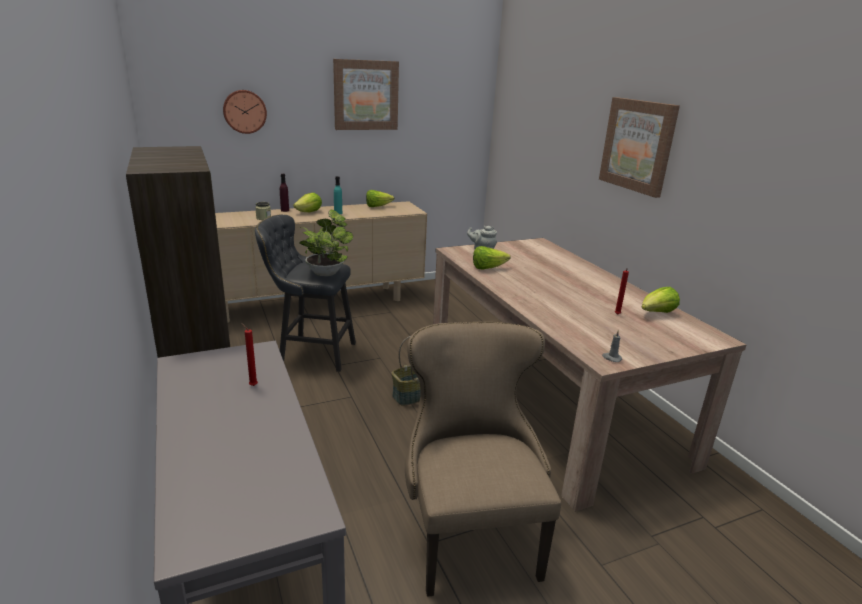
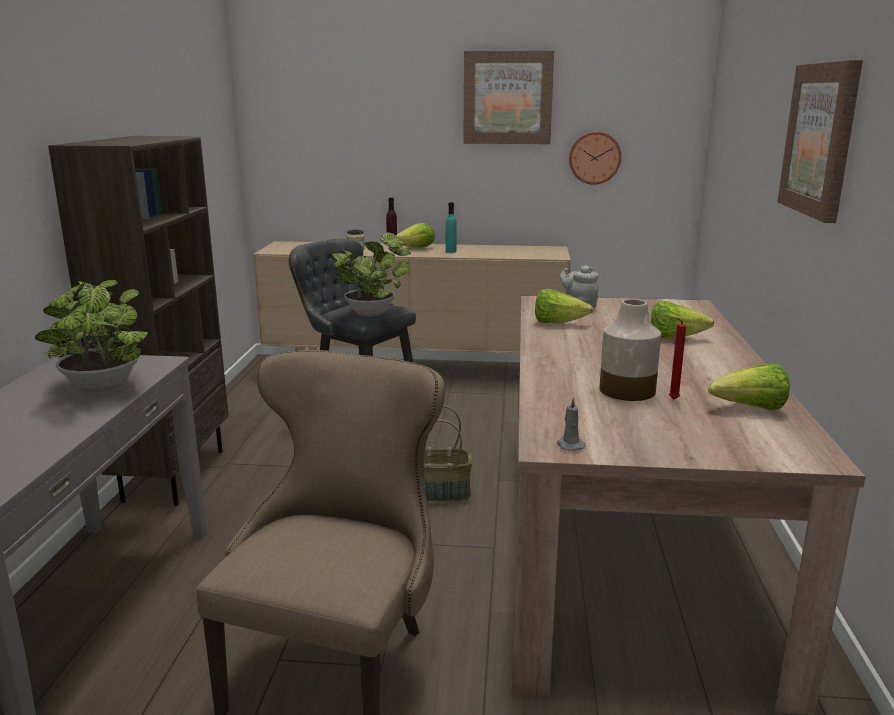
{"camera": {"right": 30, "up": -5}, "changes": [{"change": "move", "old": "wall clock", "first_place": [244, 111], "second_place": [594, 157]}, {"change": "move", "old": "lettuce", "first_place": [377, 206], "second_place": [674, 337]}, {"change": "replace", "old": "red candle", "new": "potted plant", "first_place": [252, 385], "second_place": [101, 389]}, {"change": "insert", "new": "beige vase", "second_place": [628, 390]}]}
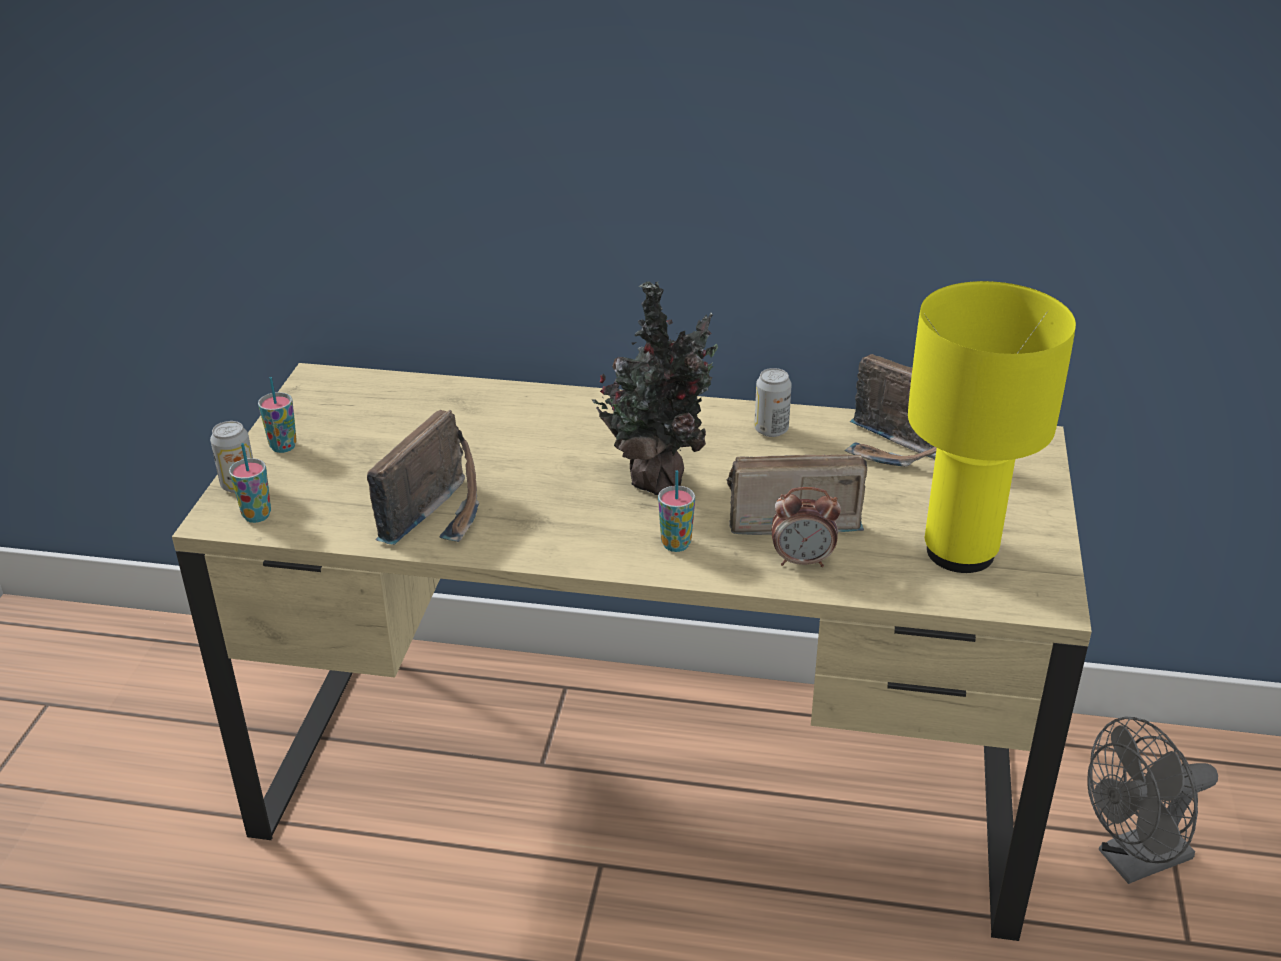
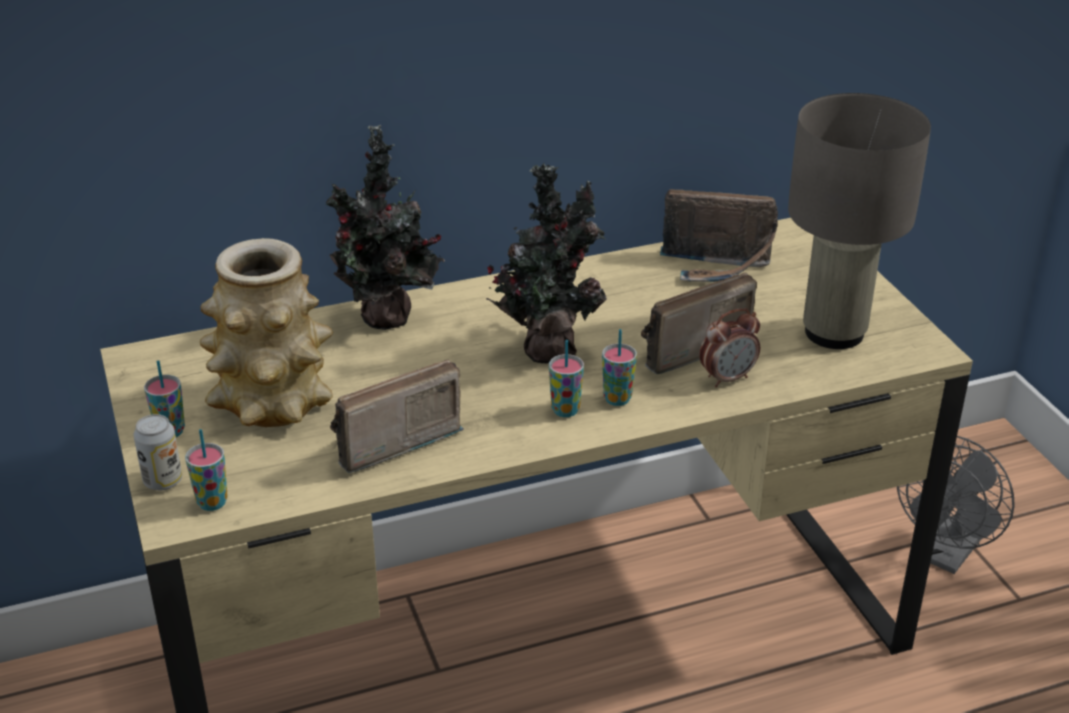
{"camera": {"right": -30, "up": 0}, "changes": [{"change": "recolor", "old": "yellow table lamp", "new": "grey table lamp", "first_place": [958, 553], "second_place": [833, 333]}, {"change": "delete", "old": "can", "first_place": [771, 430]}, {"change": "rotate", "old": "radio", "first_place": [440, 513], "second_place": [388, 441], "degrees": -120}, {"change": "insert", "new": "potted plant", "second_place": [386, 320]}, {"change": "insert", "new": "vase", "second_place": [273, 403]}, {"change": "insert", "new": "cup", "second_place": [565, 410]}]}
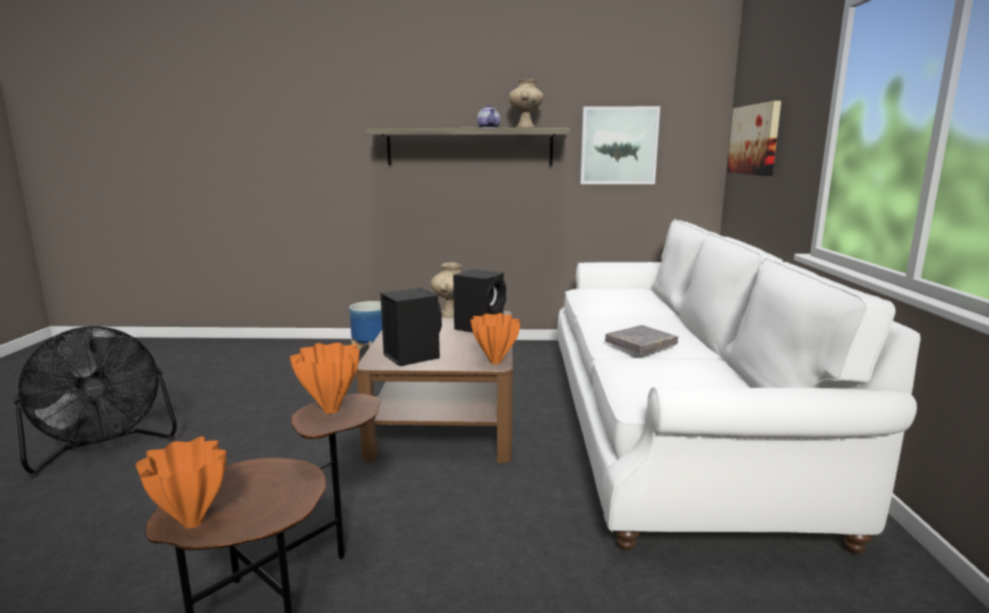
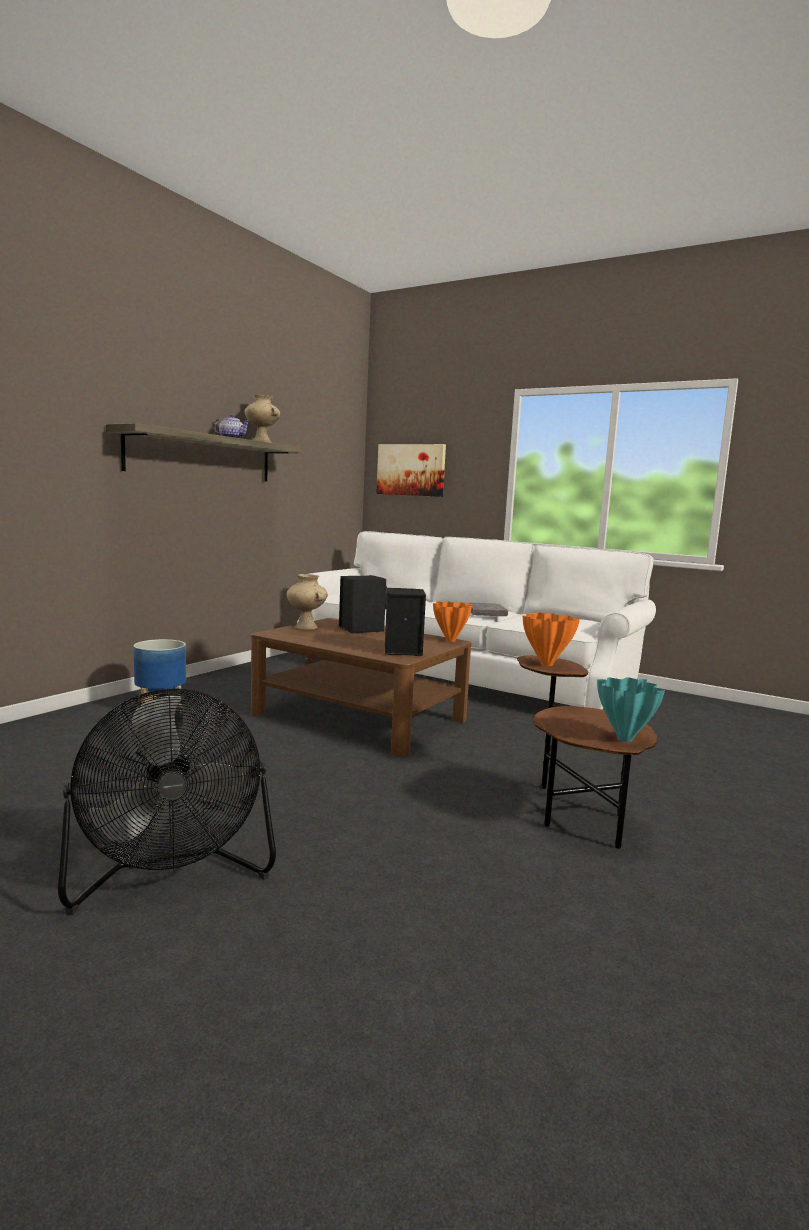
{"camera": {"right": -60, "up": -5}, "changes": [{"change": "delete", "old": "picture", "first_place": [618, 146]}, {"change": "rotate", "old": "black fan", "first_place": [98, 449], "second_place": [163, 875], "degrees": 75}, {"change": "recolor", "old": "orange vase", "new": "turquoise vase", "first_place": [191, 522], "second_place": [624, 739]}]}
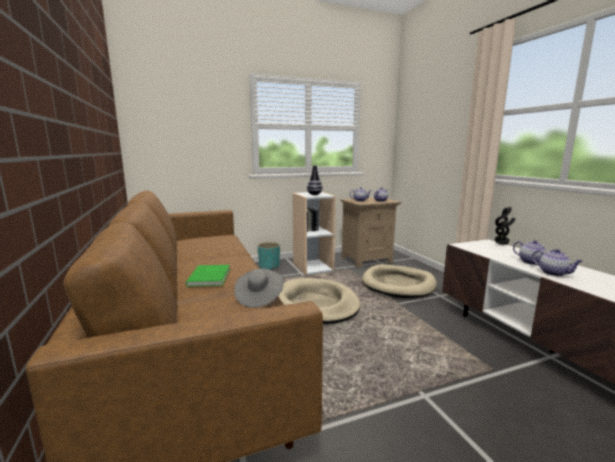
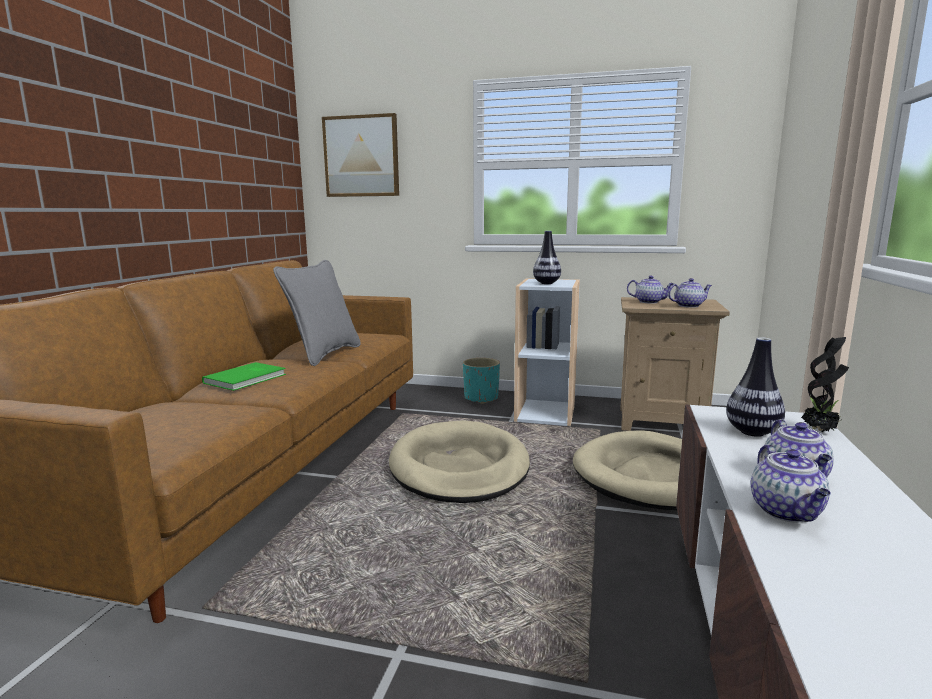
{"camera": {"right": 35, "up": 0}, "changes": [{"change": "delete", "old": "grey hat", "first_place": [259, 297]}, {"change": "insert", "new": "picture", "second_place": [361, 156]}, {"change": "insert", "new": "grey pillow", "second_place": [324, 354]}, {"change": "insert", "new": "vase", "second_place": [752, 432]}]}
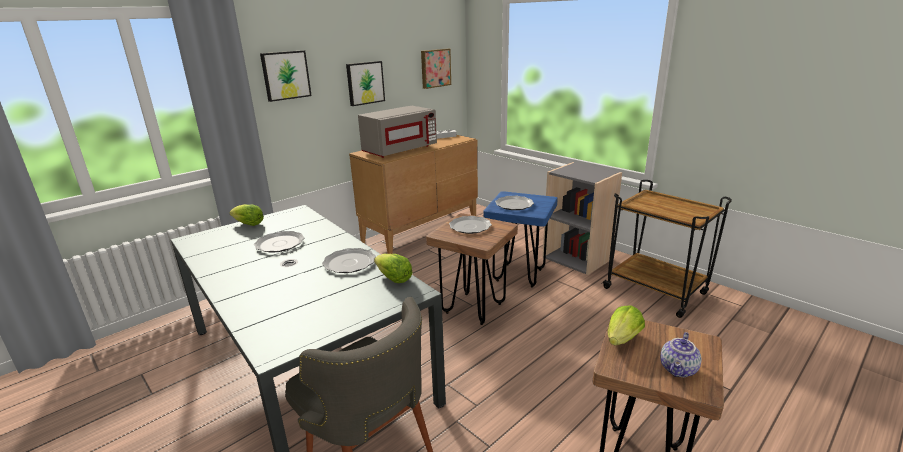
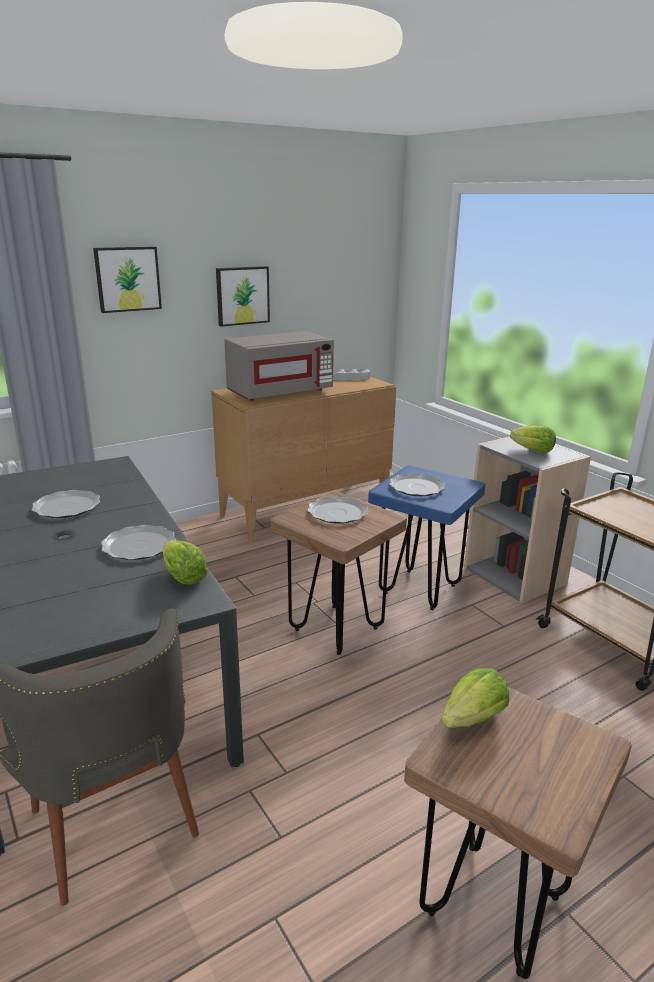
{"camera": {"right": 10, "up": 0}, "changes": [{"change": "delete", "old": "picture", "first_place": [435, 68]}, {"change": "move", "old": "lettuce", "first_place": [249, 224], "second_place": [533, 451]}, {"change": "delete", "old": "teapot", "first_place": [679, 369]}]}
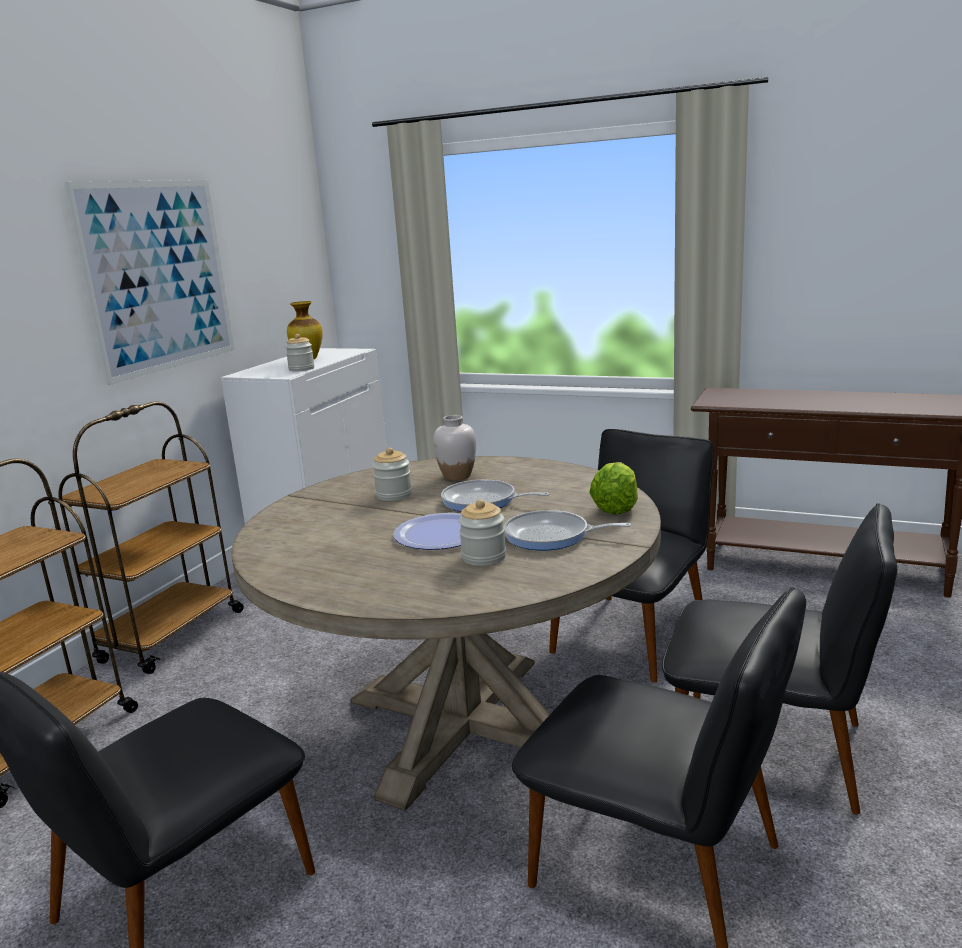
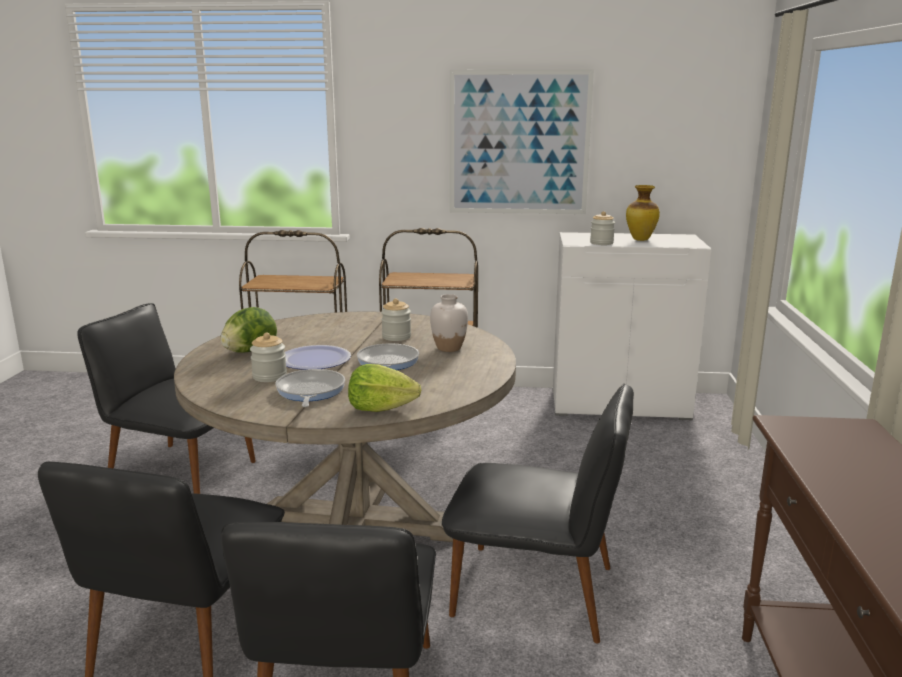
{"camera": {"right": 70, "up": 0}, "changes": [{"change": "insert", "new": "lettuce", "second_place": [249, 351]}]}
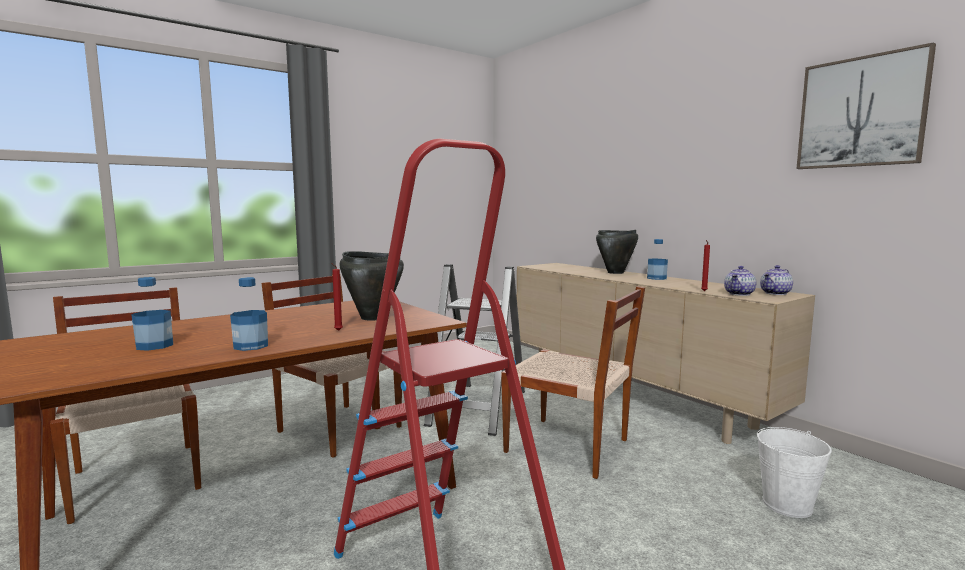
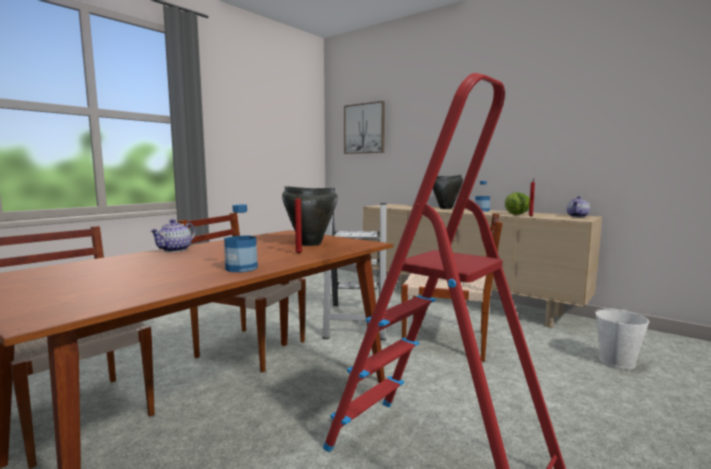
{"camera": {"right": -15, "up": 0}, "changes": [{"change": "move", "old": "picture", "first_place": [861, 112], "second_place": [364, 128]}, {"change": "move", "old": "teapot", "first_place": [740, 294], "second_place": [175, 250]}, {"change": "delete", "old": "bottle", "first_place": [154, 346]}, {"change": "insert", "new": "lettuce", "second_place": [518, 214]}]}
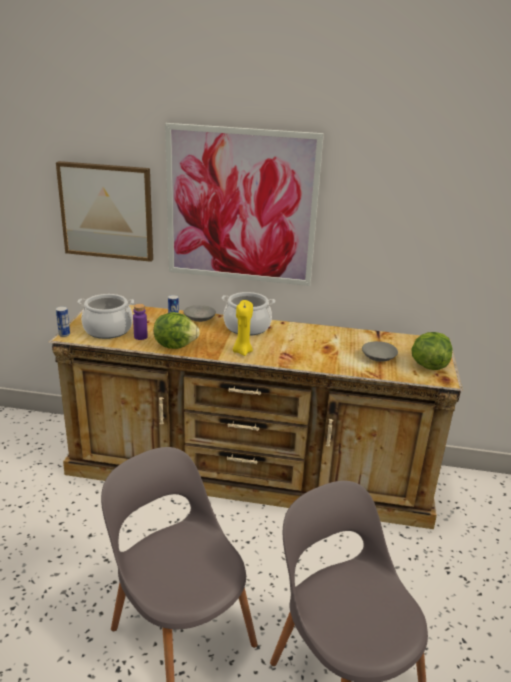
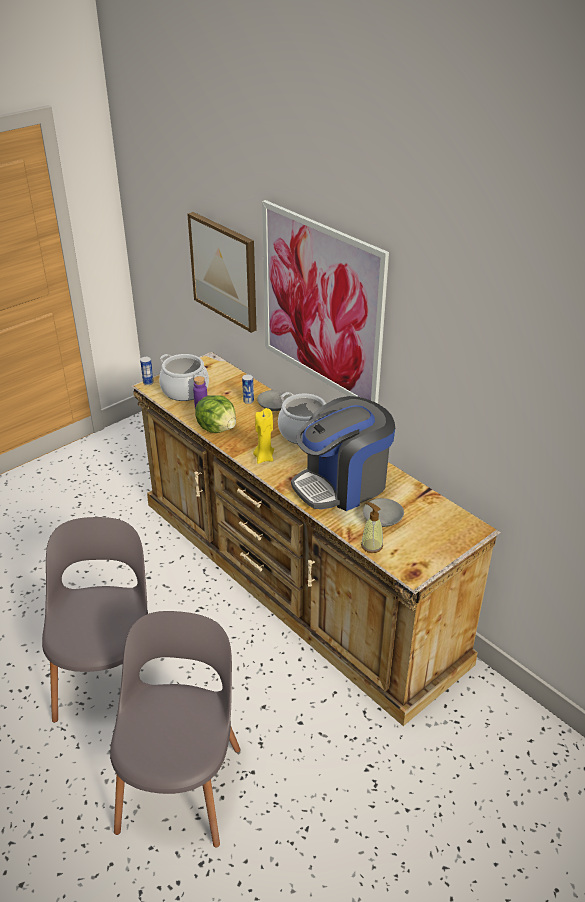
{"camera": {"right": 40, "up": 10}, "changes": [{"change": "delete", "old": "lettuce", "first_place": [428, 366]}, {"change": "insert", "new": "coffee machine", "second_place": [342, 484]}, {"change": "insert", "new": "soap dispenser", "second_place": [371, 546]}]}
